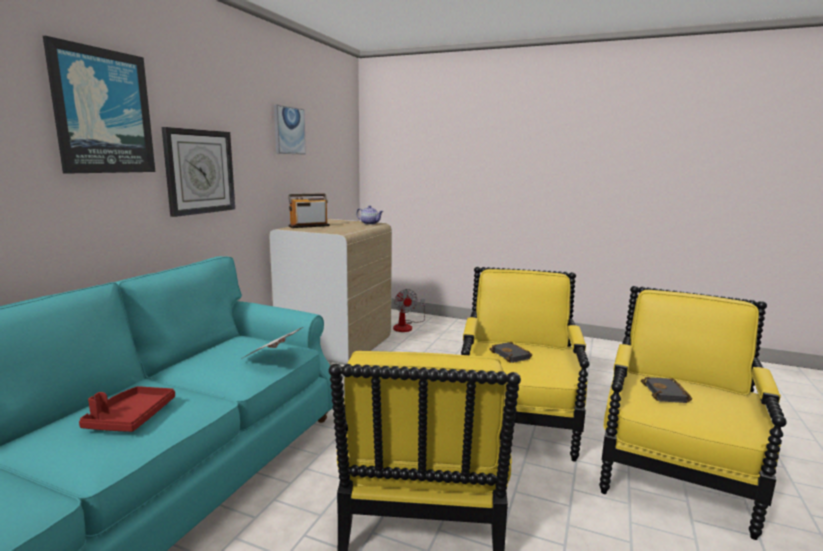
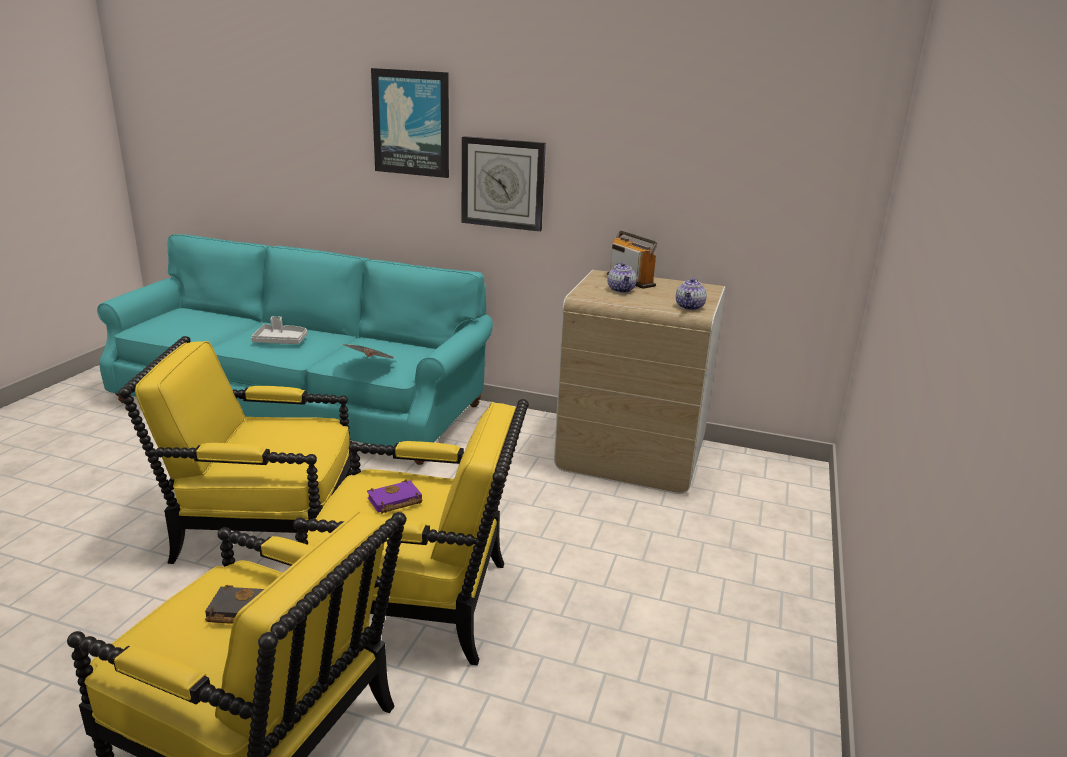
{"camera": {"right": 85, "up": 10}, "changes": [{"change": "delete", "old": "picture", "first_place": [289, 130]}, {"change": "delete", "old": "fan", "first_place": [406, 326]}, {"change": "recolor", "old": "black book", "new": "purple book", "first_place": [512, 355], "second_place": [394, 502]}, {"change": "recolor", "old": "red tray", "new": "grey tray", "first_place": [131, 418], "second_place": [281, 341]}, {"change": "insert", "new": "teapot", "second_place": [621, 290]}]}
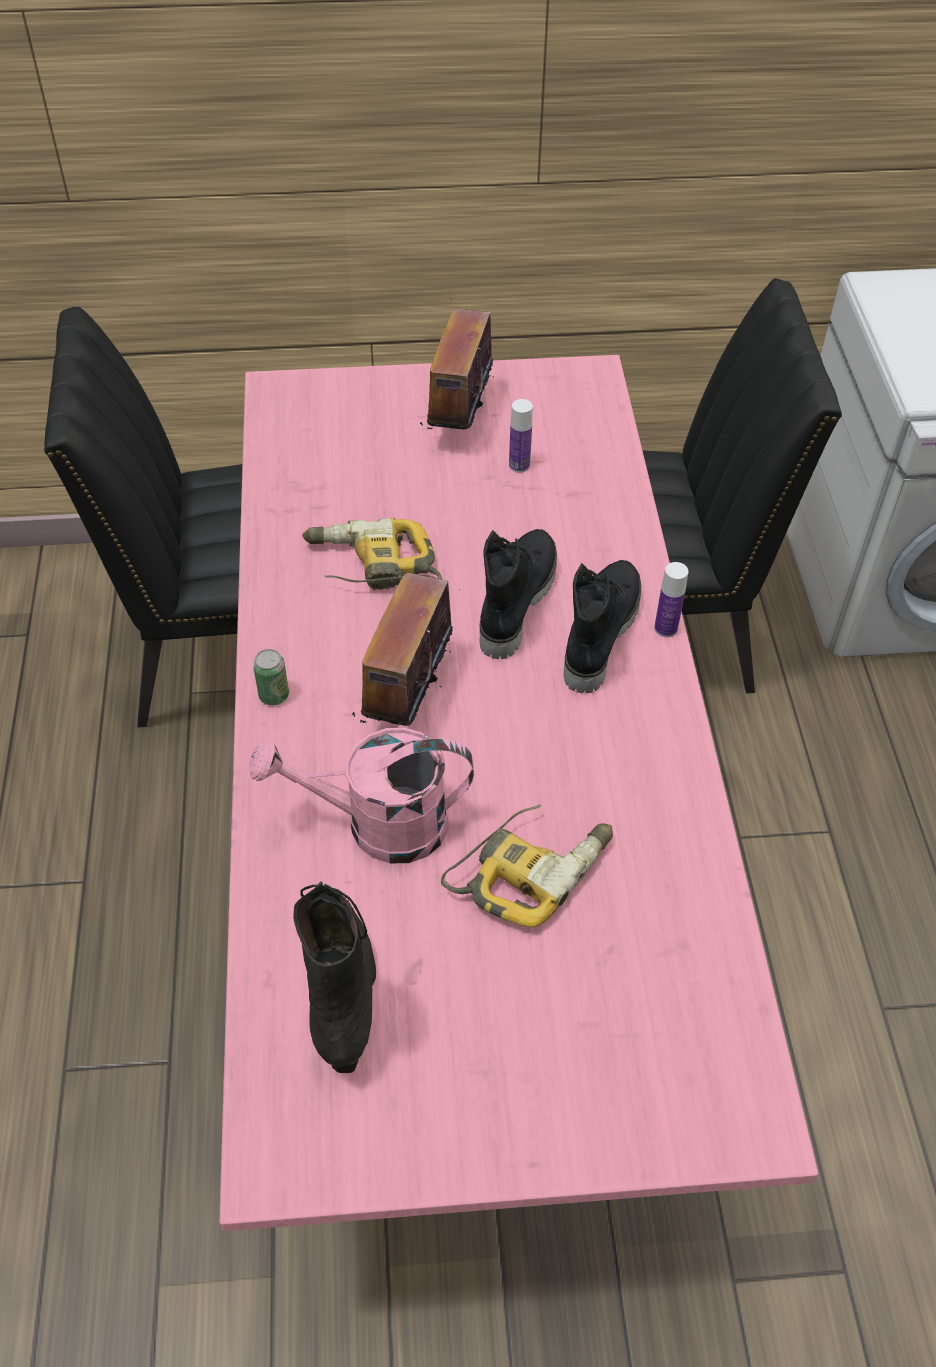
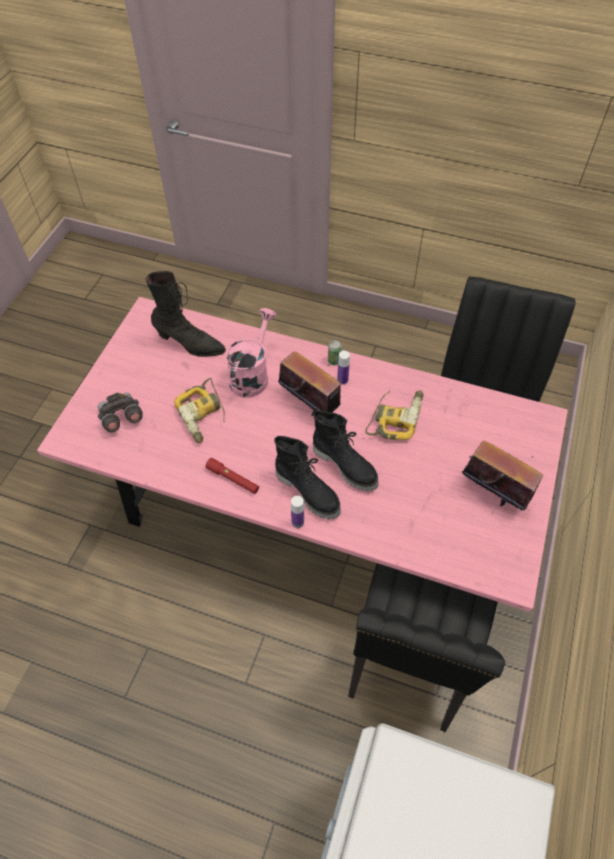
{"camera": {"right": 115, "up": 5}, "changes": [{"change": "move", "old": "bottle", "first_place": [519, 465], "second_place": [342, 380]}, {"change": "insert", "new": "grey binoculars", "second_place": [121, 418]}, {"change": "insert", "new": "red flashlight", "second_place": [233, 479]}]}
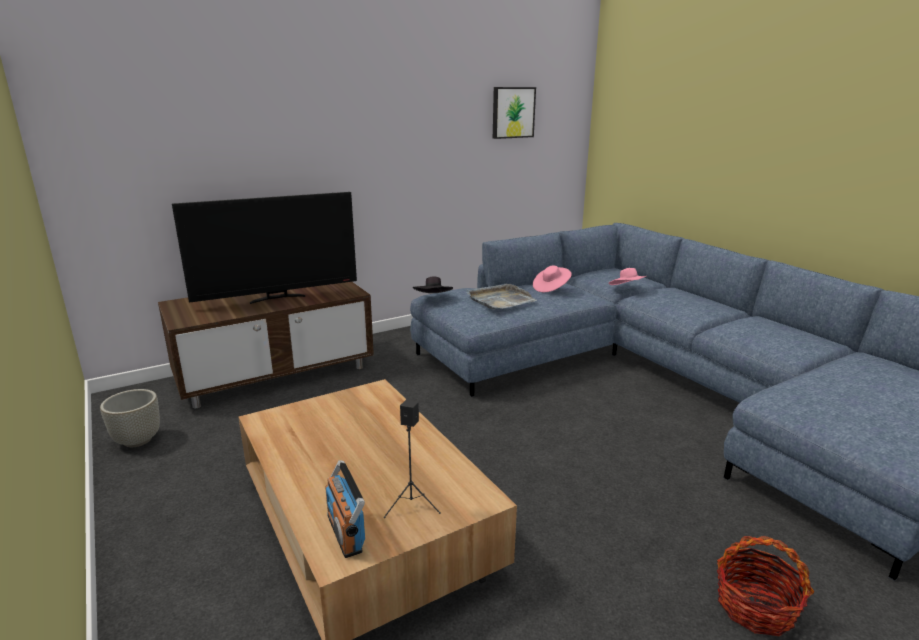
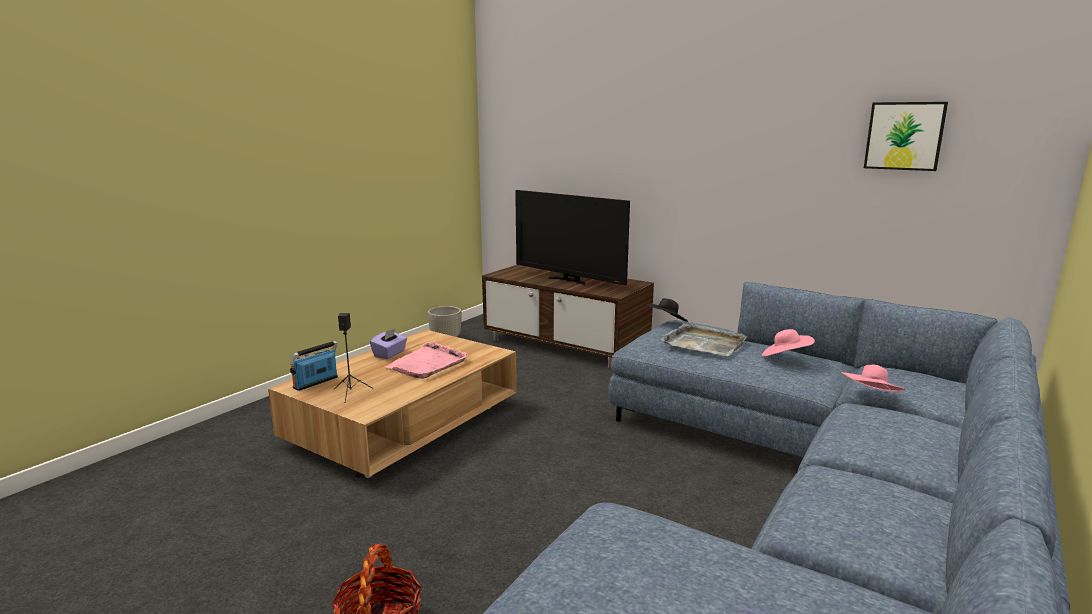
{"camera": {"right": 65, "up": -5}, "changes": [{"change": "insert", "new": "purple tissue box", "second_place": [390, 354]}, {"change": "insert", "new": "pink tray", "second_place": [427, 364]}]}
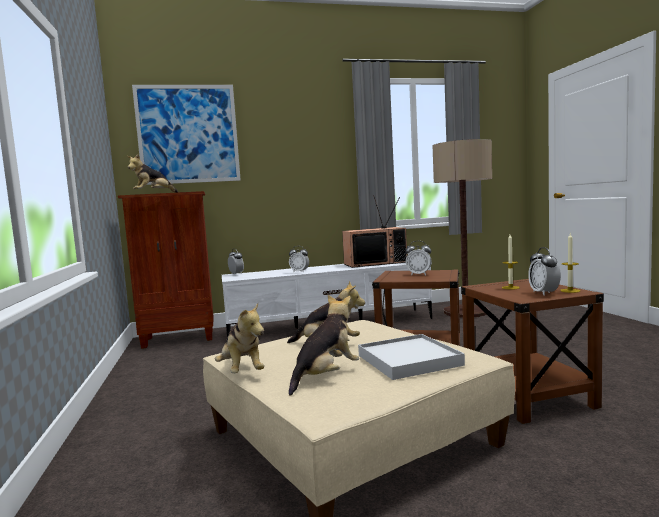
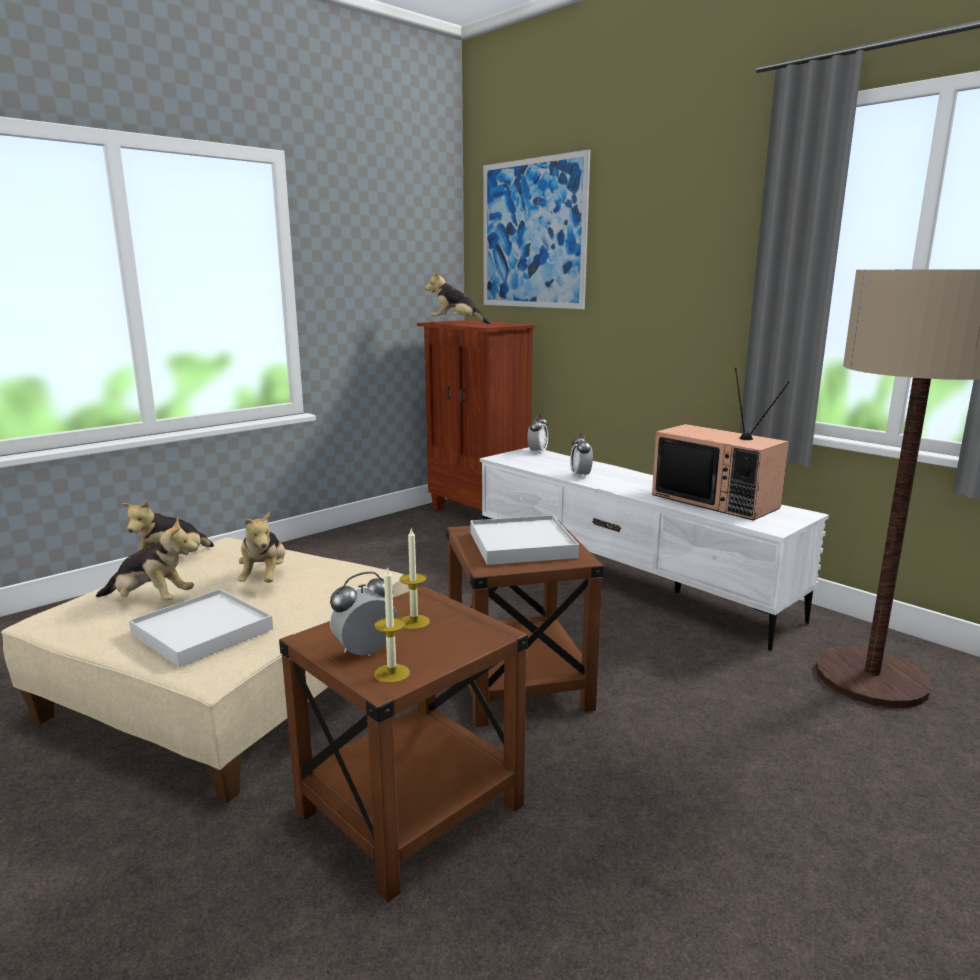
{"camera": {"right": 60, "up": 10}, "changes": [{"change": "replace", "old": "alarm clock", "new": "white tray", "first_place": [419, 275], "second_place": [522, 545]}]}
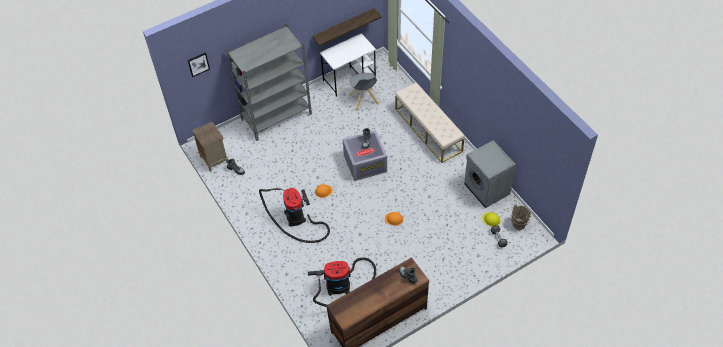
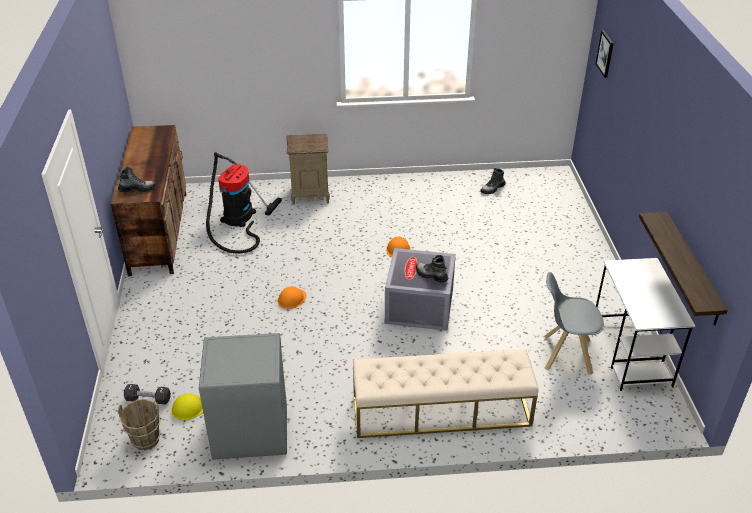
{"camera": {"right": 115, "up": -15}, "changes": [{"change": "delete", "old": "grey bookcase", "first_place": [276, 117]}, {"change": "move", "old": "beige nightstand", "first_place": [214, 159], "second_place": [310, 195]}, {"change": "delete", "old": "vacuum cleaner", "first_place": [296, 218]}]}
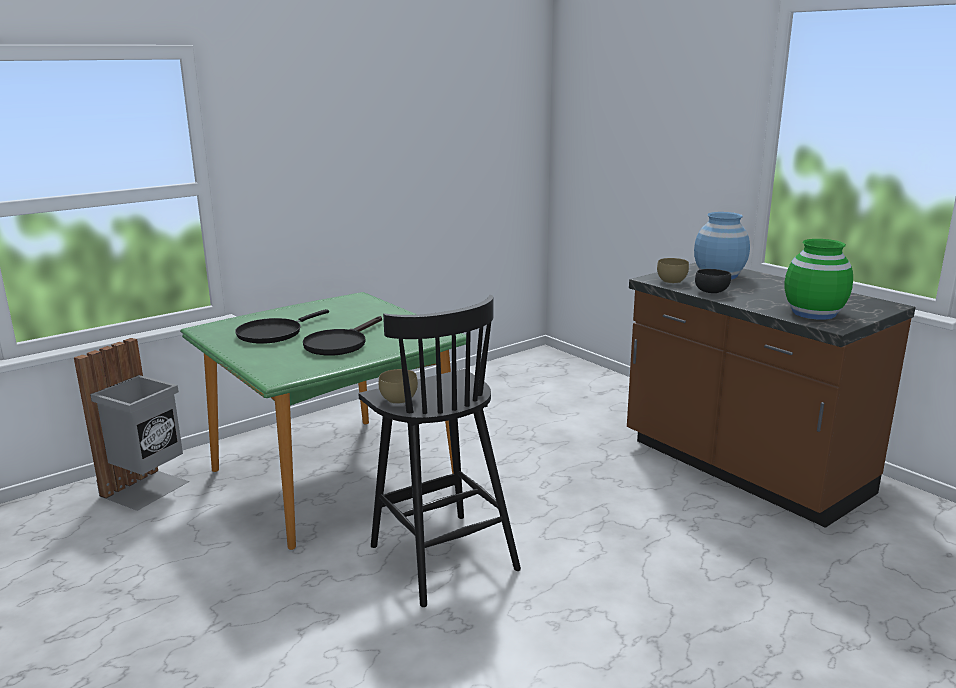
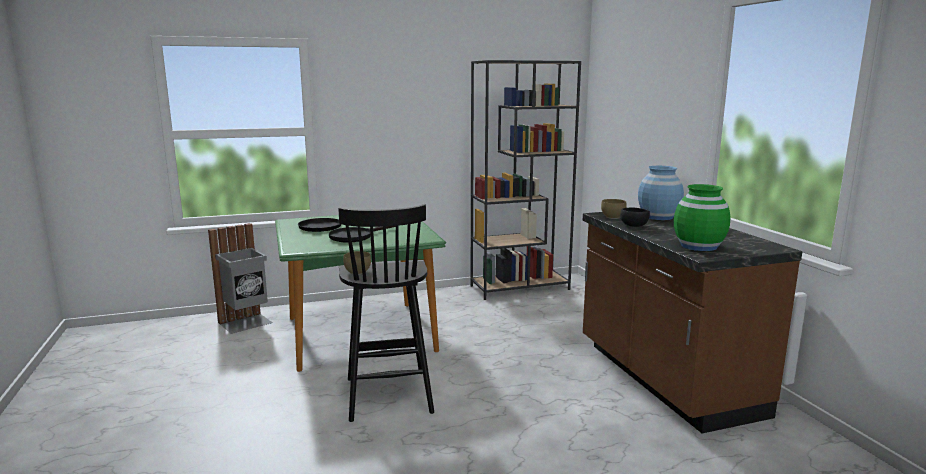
{"camera": {"right": 20, "up": -5}, "changes": [{"change": "insert", "new": "bookcase", "second_place": [520, 287]}]}
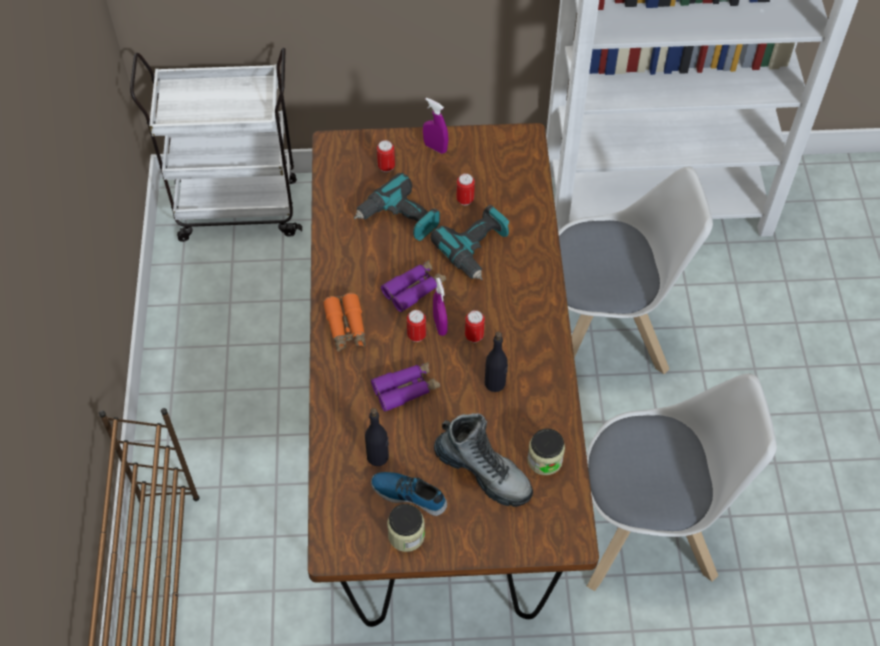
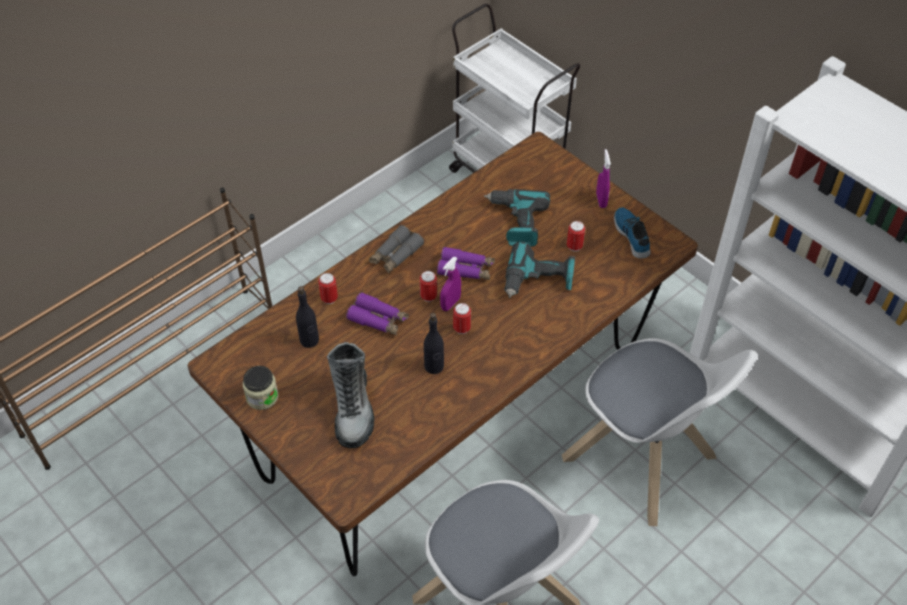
{"camera": {"right": 50, "up": -5}, "changes": [{"change": "move", "old": "can", "first_place": [386, 167], "second_place": [329, 298]}, {"change": "recolor", "old": "orange binoculars", "new": "grey binoculars", "first_place": [346, 327], "second_place": [395, 255]}, {"change": "delete", "old": "jar", "first_place": [544, 460]}, {"change": "move", "old": "shoe", "first_place": [409, 494], "second_place": [632, 235]}]}
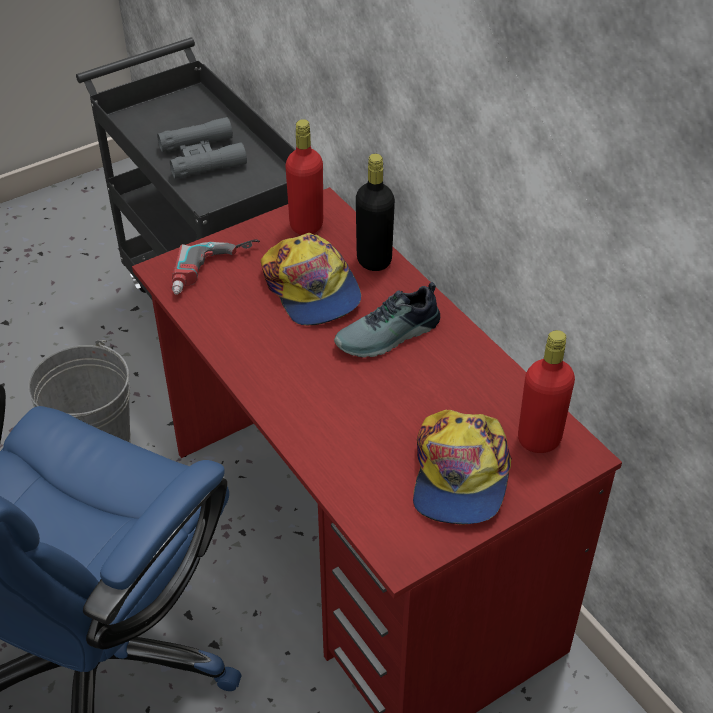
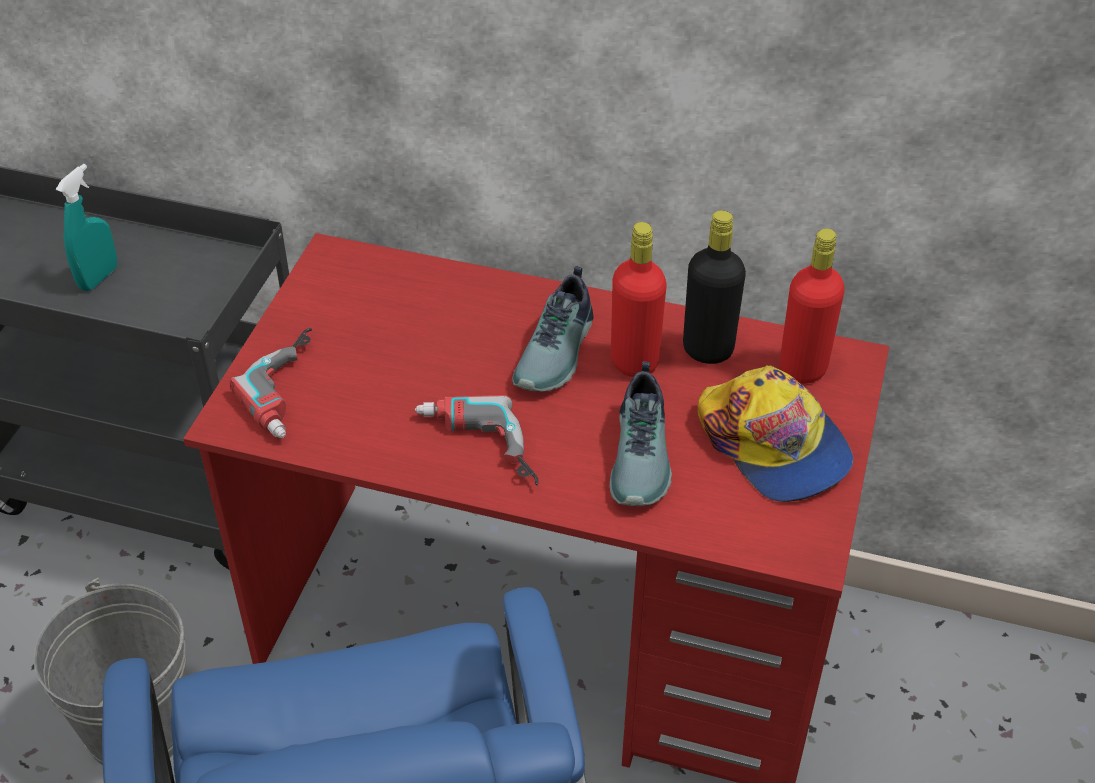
{"camera": {"right": -40, "up": 0}, "changes": [{"change": "replace", "old": "grey binoculars", "new": "turquoise spray bottle", "first_place": [202, 157], "second_place": [98, 278]}, {"change": "move", "old": "red bottle", "first_place": [306, 225], "second_place": [634, 362]}, {"change": "move", "old": "black bottle", "first_place": [374, 260], "second_place": [708, 349]}, {"change": "delete", "old": "cap", "first_place": [311, 289]}, {"change": "insert", "new": "shoe", "second_place": [643, 456]}, {"change": "insert", "new": "power drill", "second_place": [475, 450]}]}
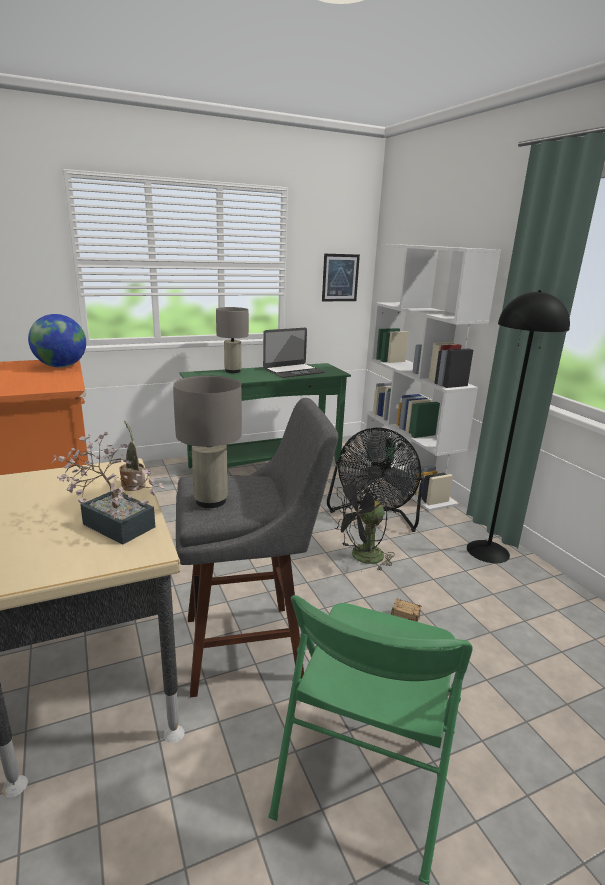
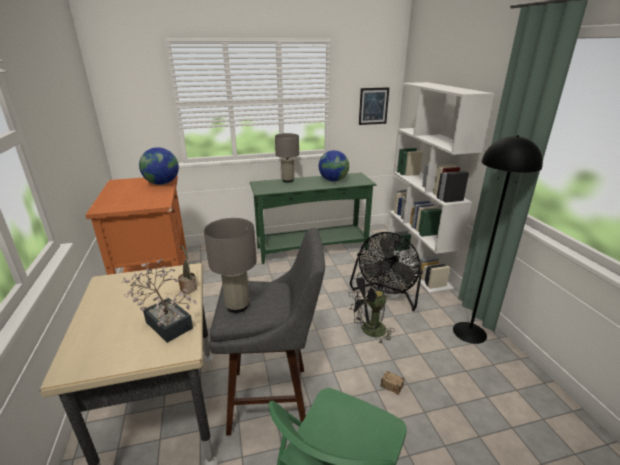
{"camera": {"right": 10, "up": 5}, "changes": [{"change": "replace", "old": "laptop", "new": "globe", "first_place": [294, 371], "second_place": [333, 180]}]}
